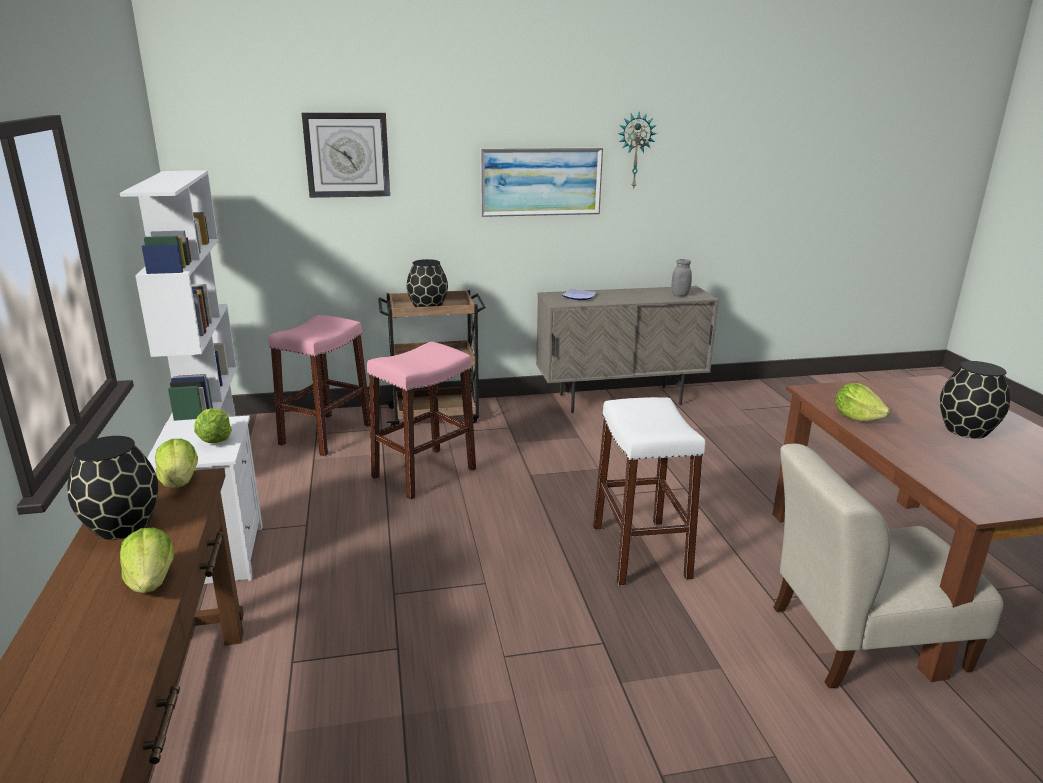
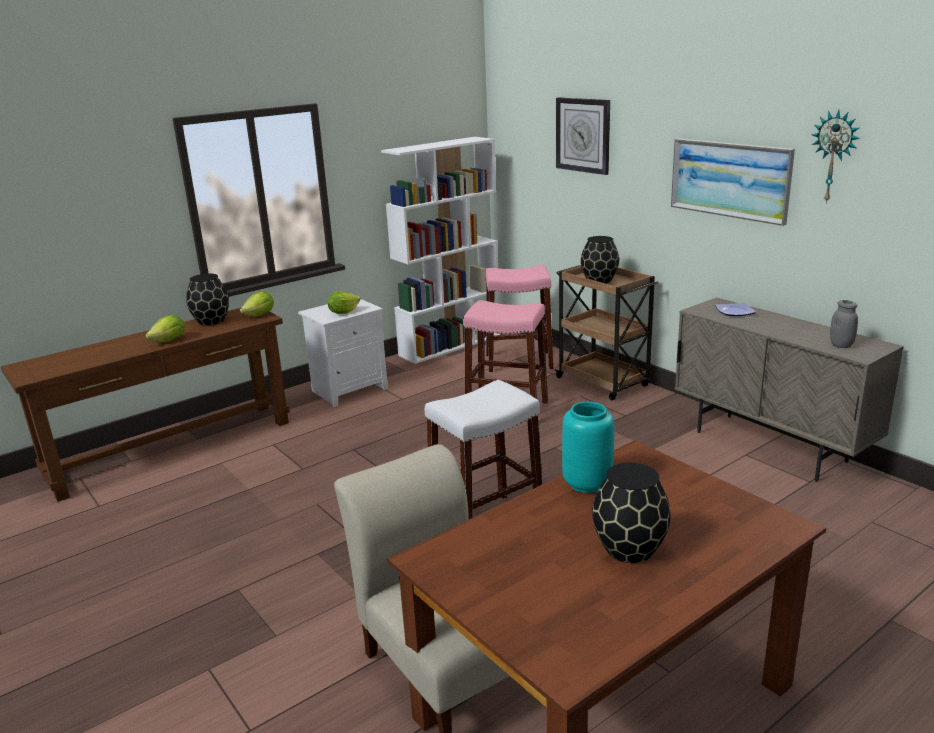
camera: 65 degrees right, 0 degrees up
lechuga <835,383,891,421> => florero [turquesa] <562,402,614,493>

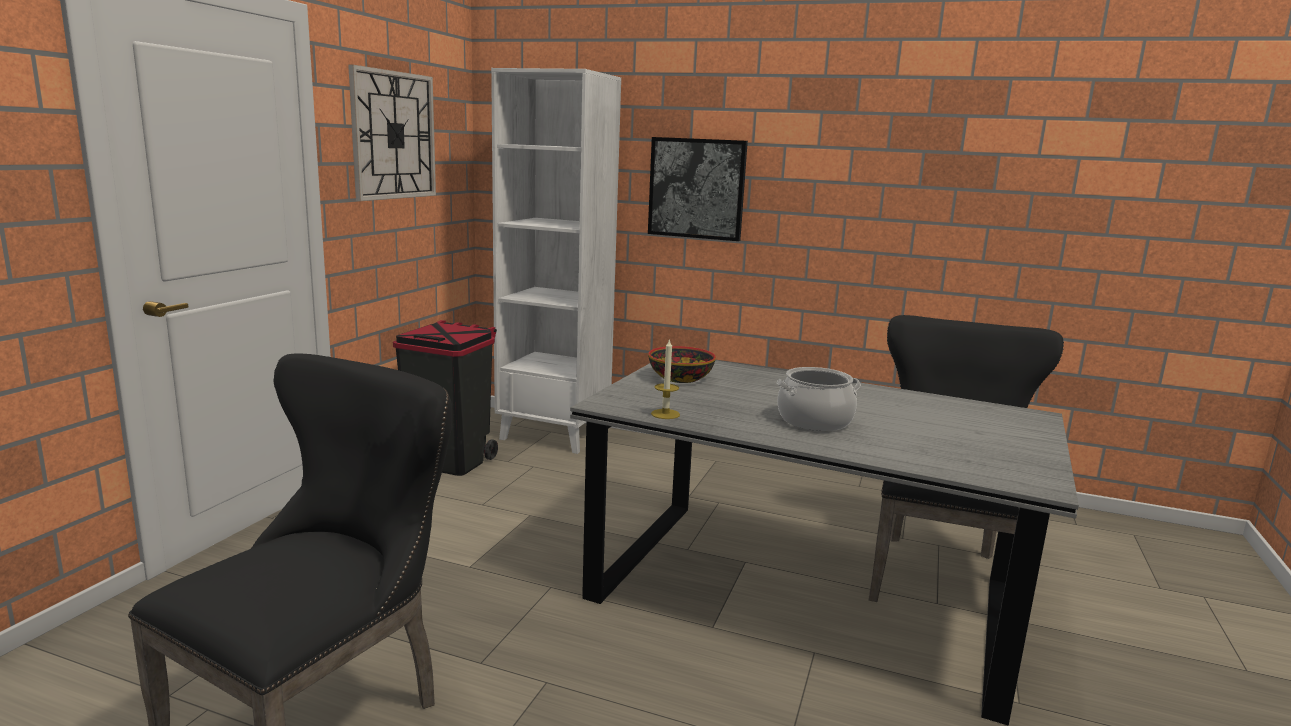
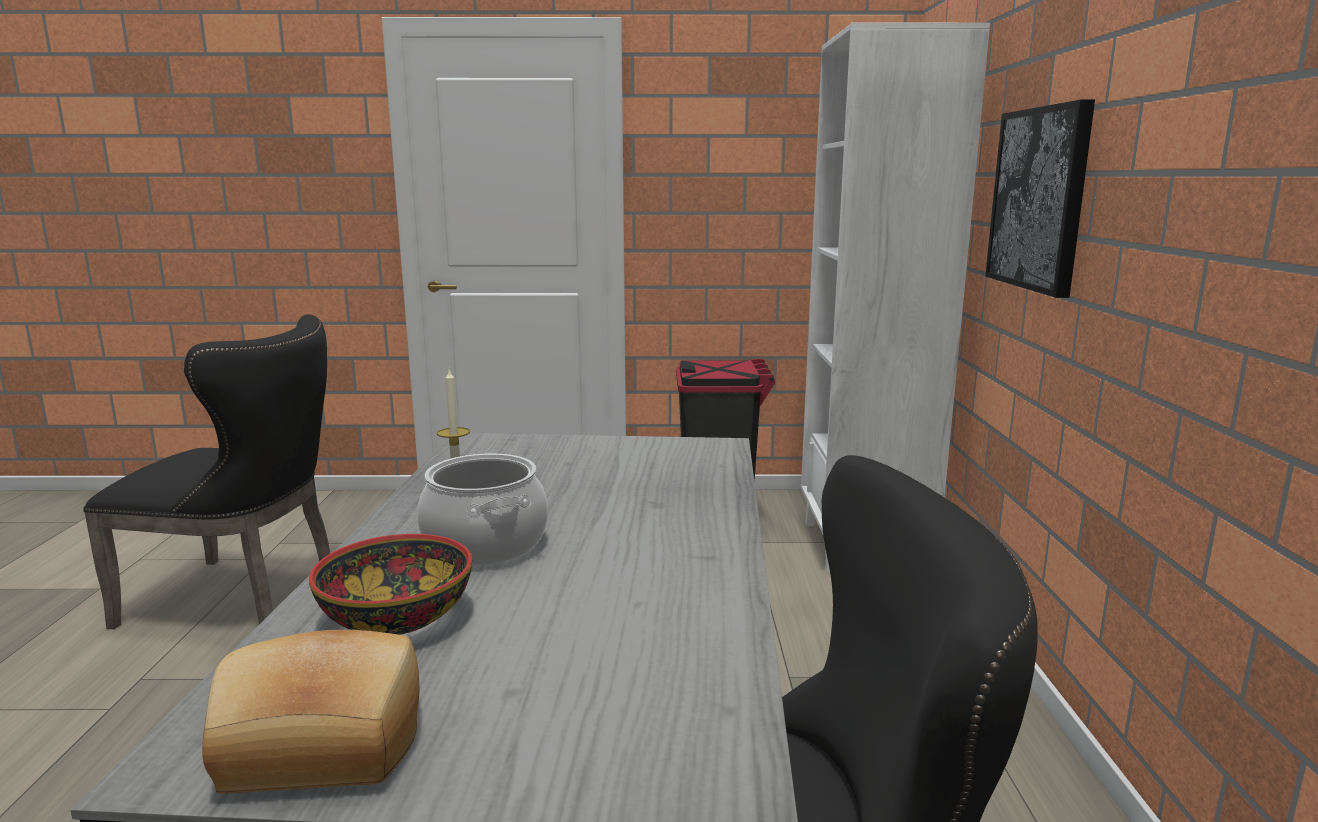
camera: 70 degrees right, 0 degrees up
nothing => pan <202,630,419,794>
cuenco <648,346,716,383> => cuenco <309,534,472,635>, move
reloj de pared <348,64,436,201> => nothing

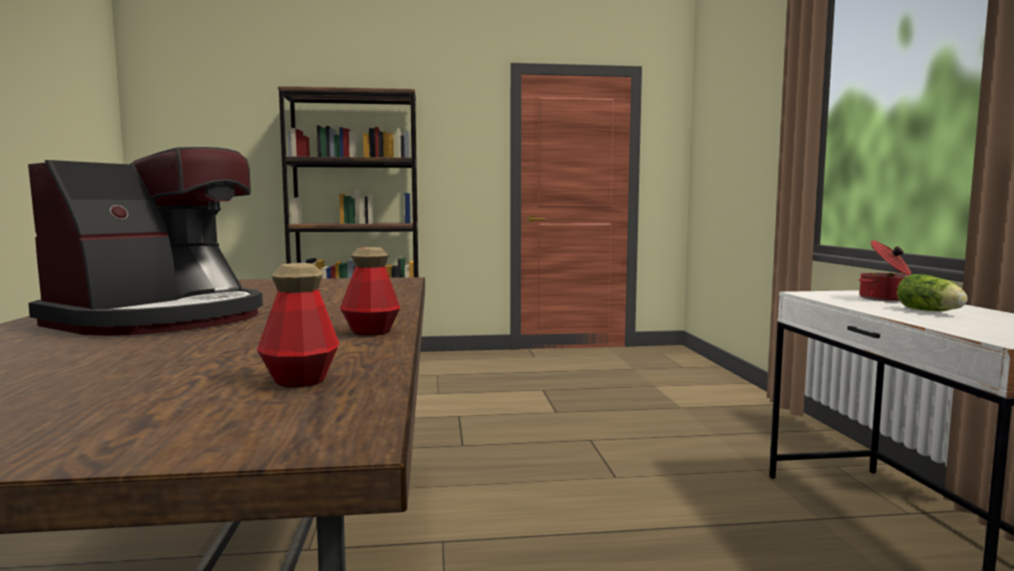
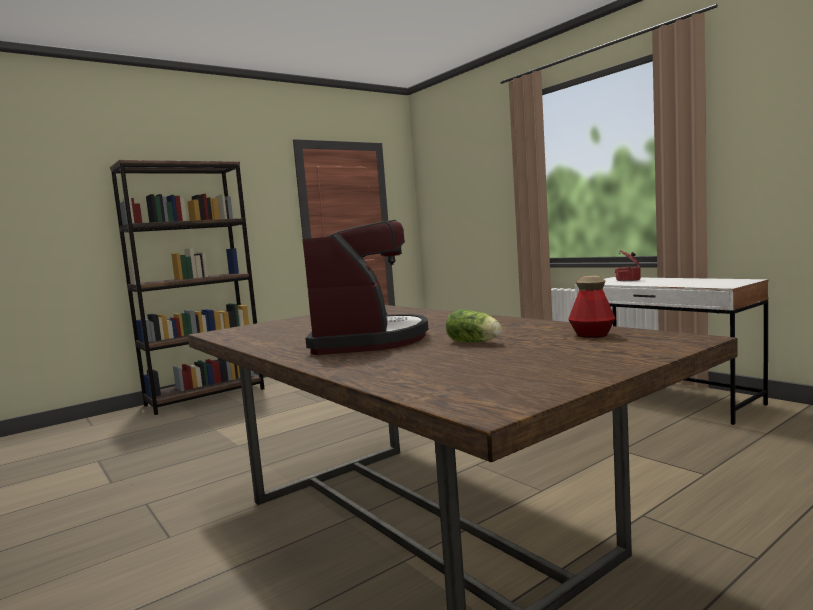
camera: 30 degrees left, 0 degrees up
lechuga <897,274,968,311> => lechuga <446,310,502,342>, move
botella <340,247,400,336> => nothing

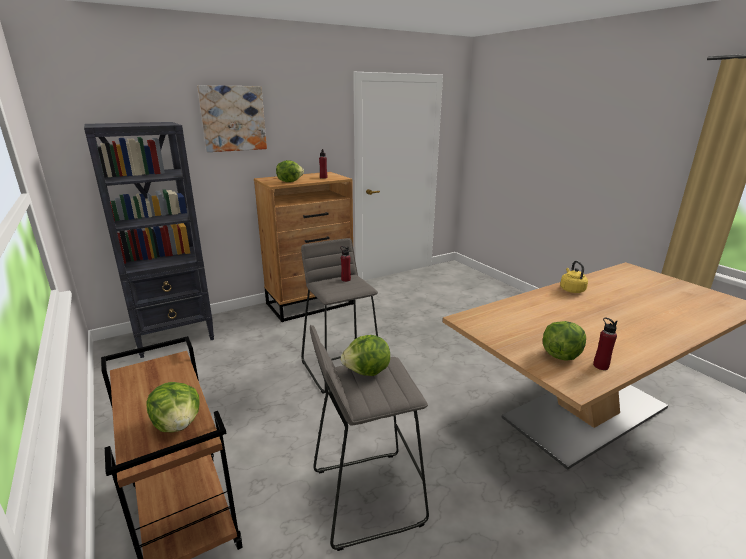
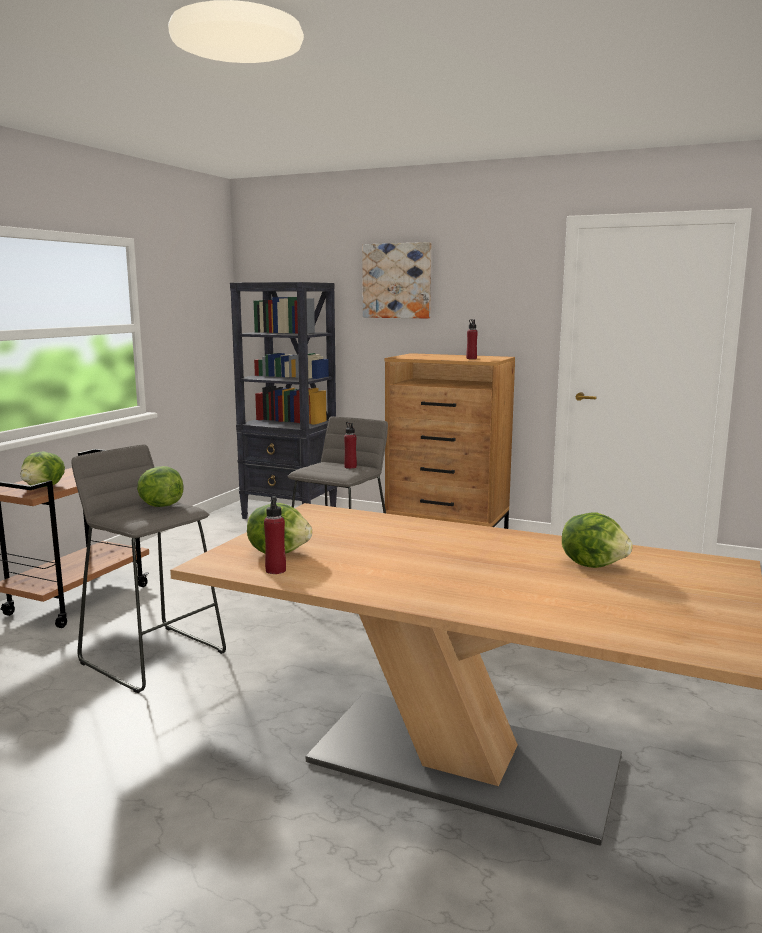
camera: 55 degrees right, 10 degrees down
lechuga <276,160,304,182> => lechuga <562,513,633,568>, move
hervidor [amarillo] <560,261,588,293> => nothing

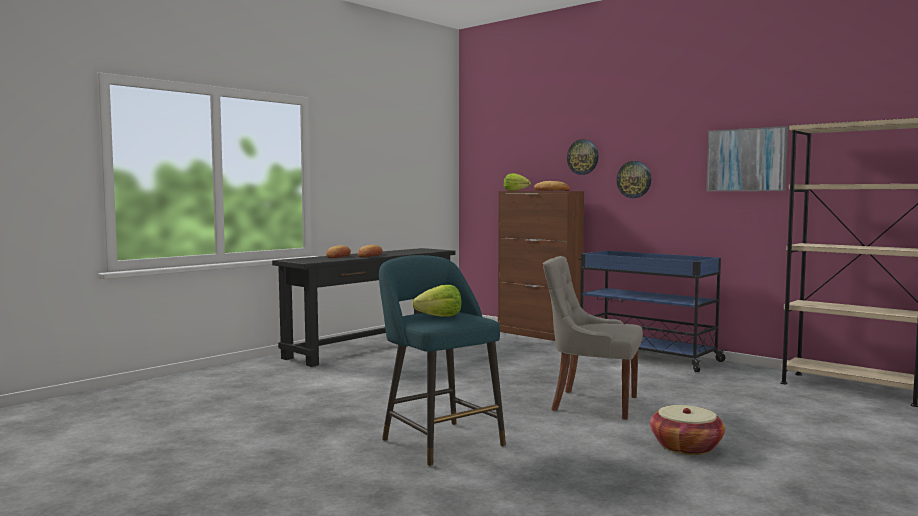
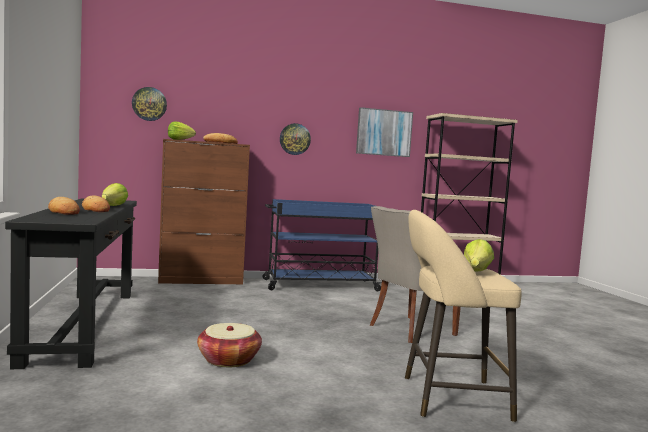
camera: 55 degrees left, 0 degrees up
nothing => lechuga <102,183,128,206>
reloj de pared <567,139,598,175> => reloj de pared <132,87,167,121>, move
cesta <650,405,725,455> => cesta <197,323,262,367>, move
taburete [turquesa] <379,255,506,467> => taburete [beis] <405,210,522,423>

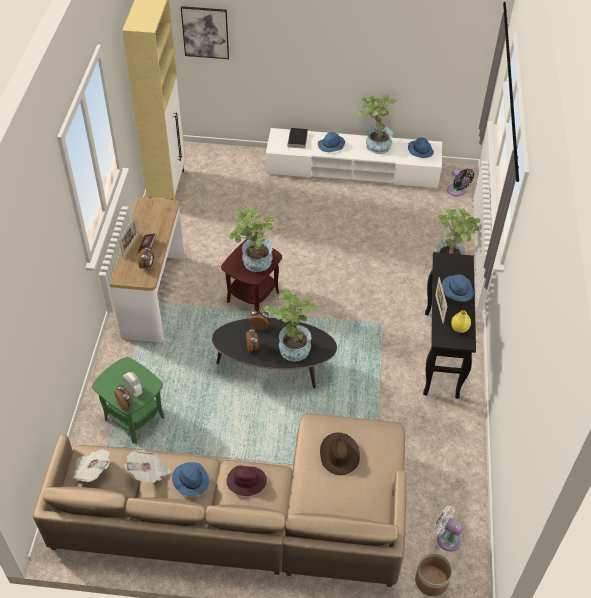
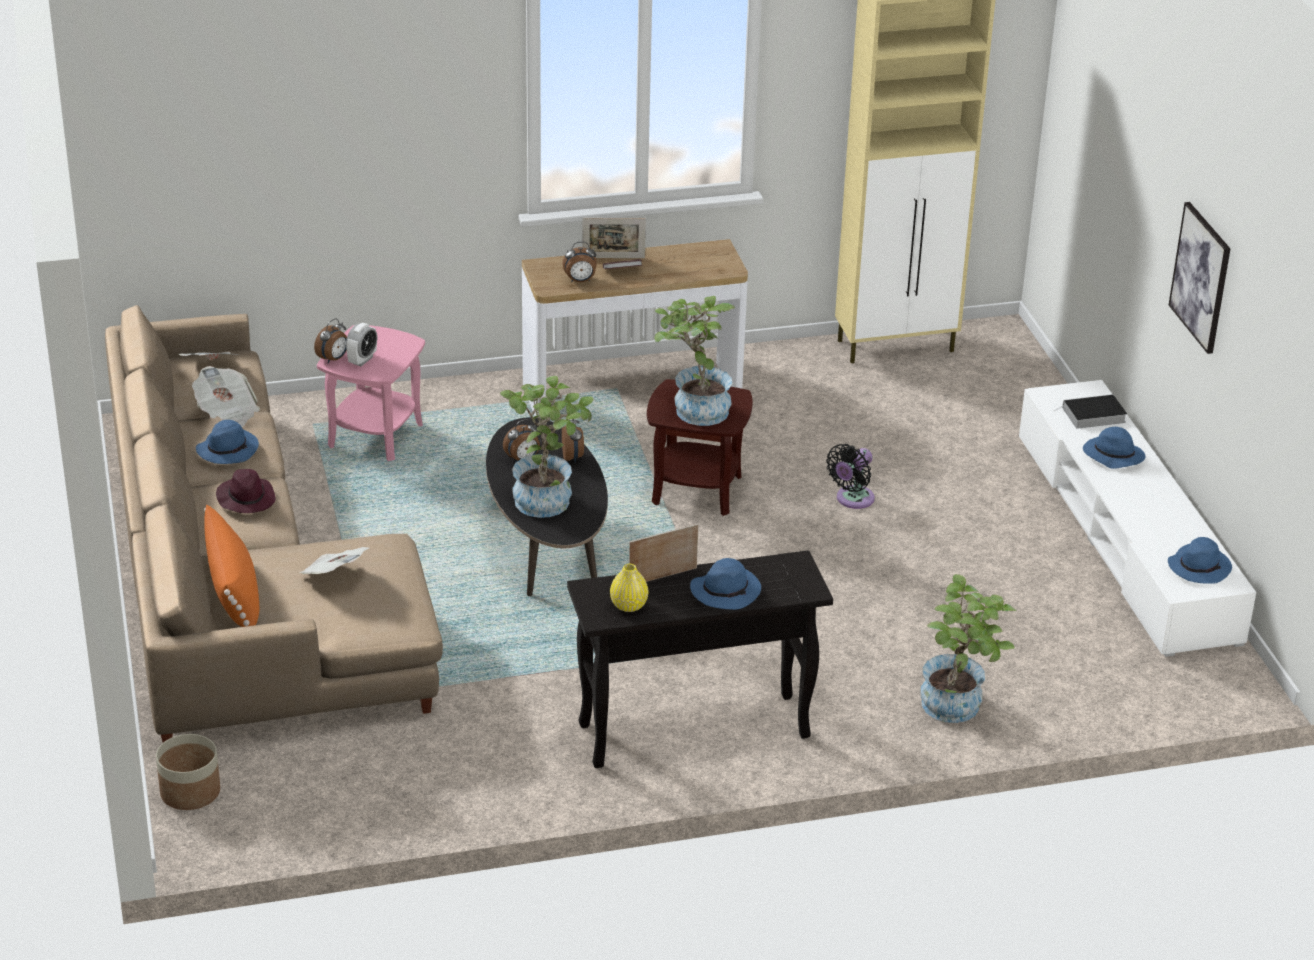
camera: 70 degrees right, 15 degrees down
nothing => cojín [naranja] <204,505,259,627>
sombrero [marrón] <320,432,360,475> => periódico <299,547,369,574>
mesa auxiliar [verde] <92,357,164,443> => mesa auxiliar [rosa] <317,325,425,461>
ventilador [negro] <447,168,474,196> => ventilador [negro] <826,444,875,509>, move
cuadro <181,6,229,59> => cuadro <1169,202,1231,354>, move
planta en maceta <357,95,397,154> => nothing
ventilador [blanco] <433,506,463,551> => nothing

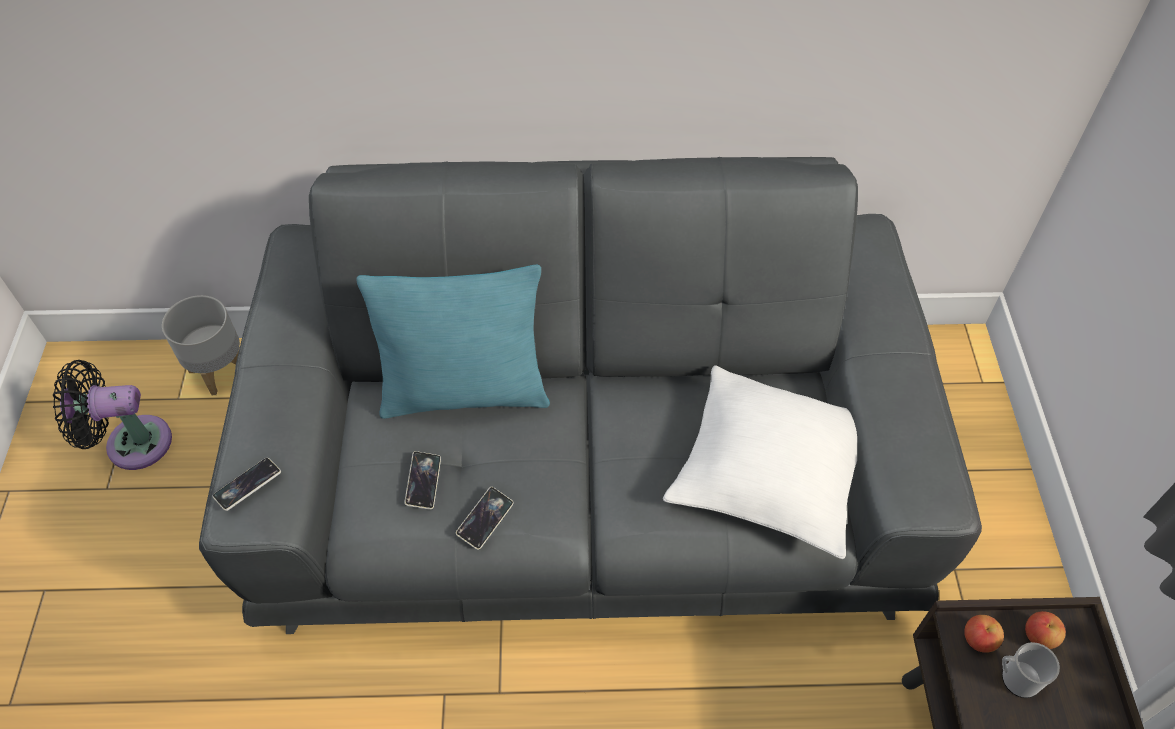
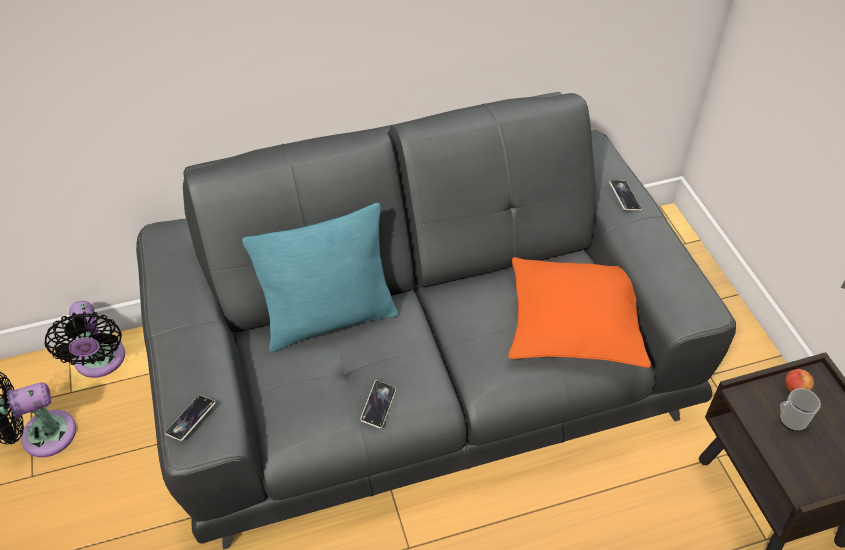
camera: 15 degrees left, 5 degrees down
maceta [gris] <162,295,240,395> => ventilador [negro] <45,301,125,378>
cojín [blanco] <663,365,857,559> => cojín [naranja] <508,257,651,368>
móvil <404,451,441,510> => móvil <609,180,642,211>, move
manzana <964,615,1004,653> => nothing

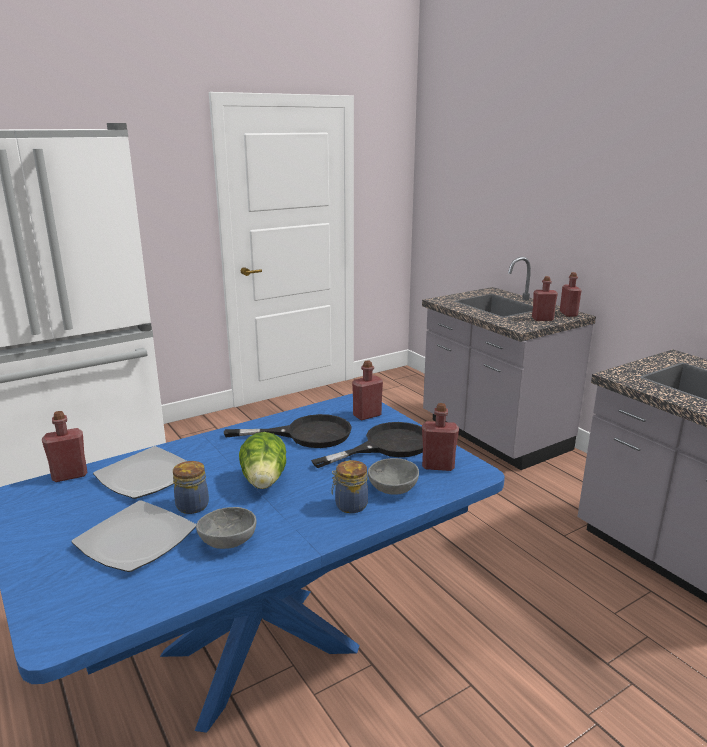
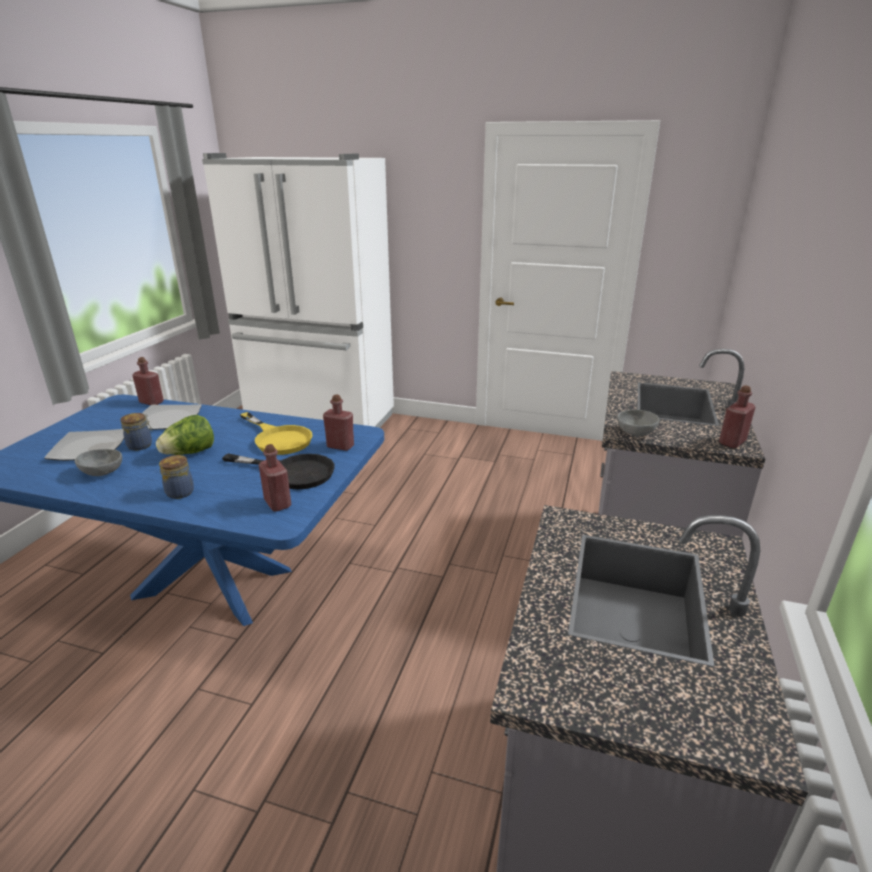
camera: 50 degrees right, 5 degrees up
sartén [negro] <224,414,352,448> => sartén [amarillo] <240,412,313,455>
cuenco [gris] <368,458,419,495> => cuenco [gris] <617,410,659,436>, move
botella [rojo] <532,276,558,321> => nothing

